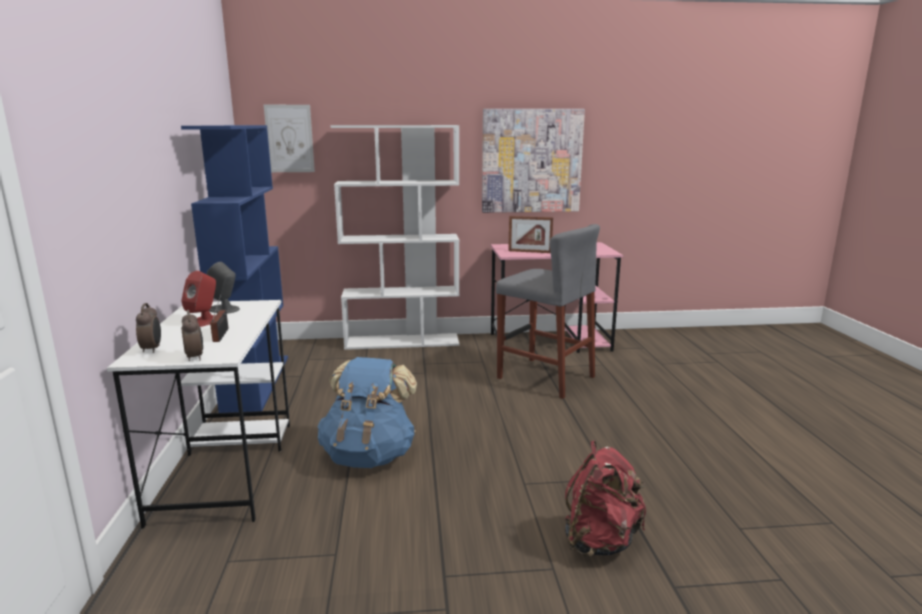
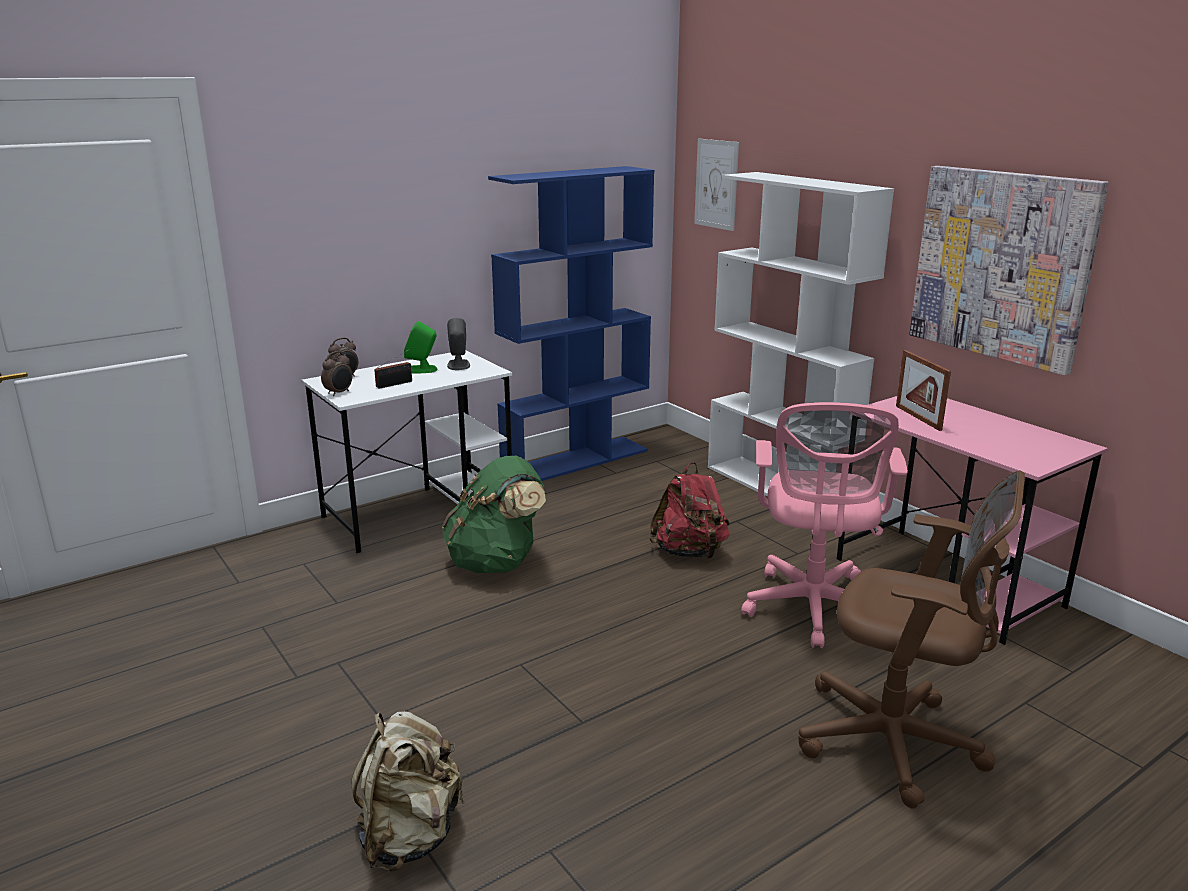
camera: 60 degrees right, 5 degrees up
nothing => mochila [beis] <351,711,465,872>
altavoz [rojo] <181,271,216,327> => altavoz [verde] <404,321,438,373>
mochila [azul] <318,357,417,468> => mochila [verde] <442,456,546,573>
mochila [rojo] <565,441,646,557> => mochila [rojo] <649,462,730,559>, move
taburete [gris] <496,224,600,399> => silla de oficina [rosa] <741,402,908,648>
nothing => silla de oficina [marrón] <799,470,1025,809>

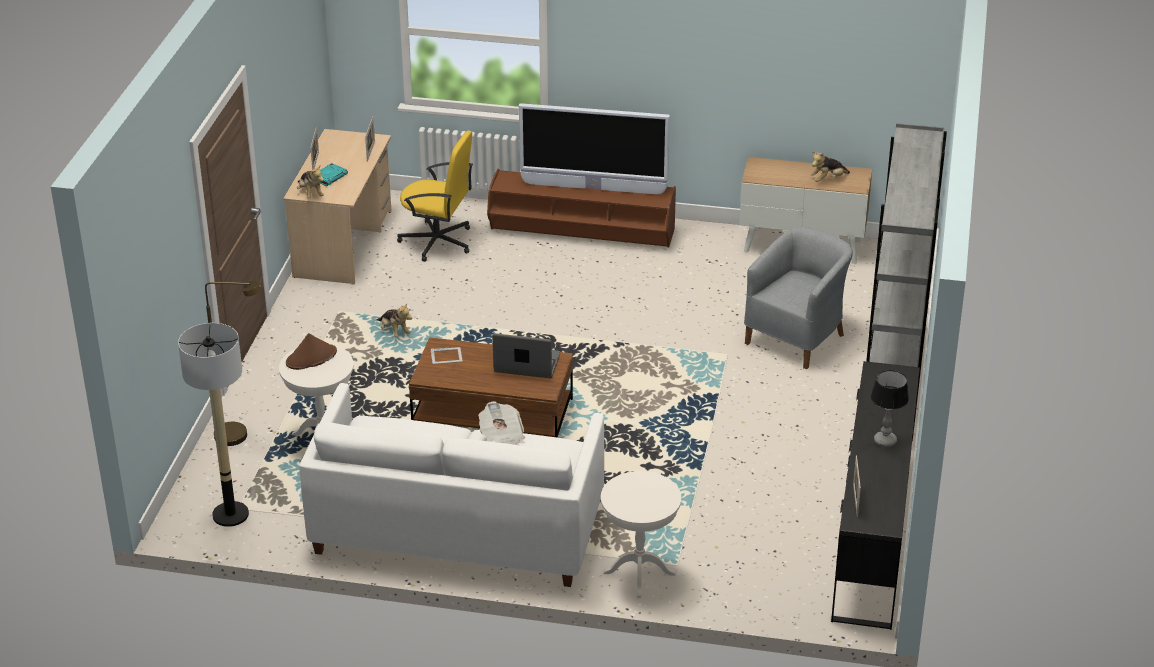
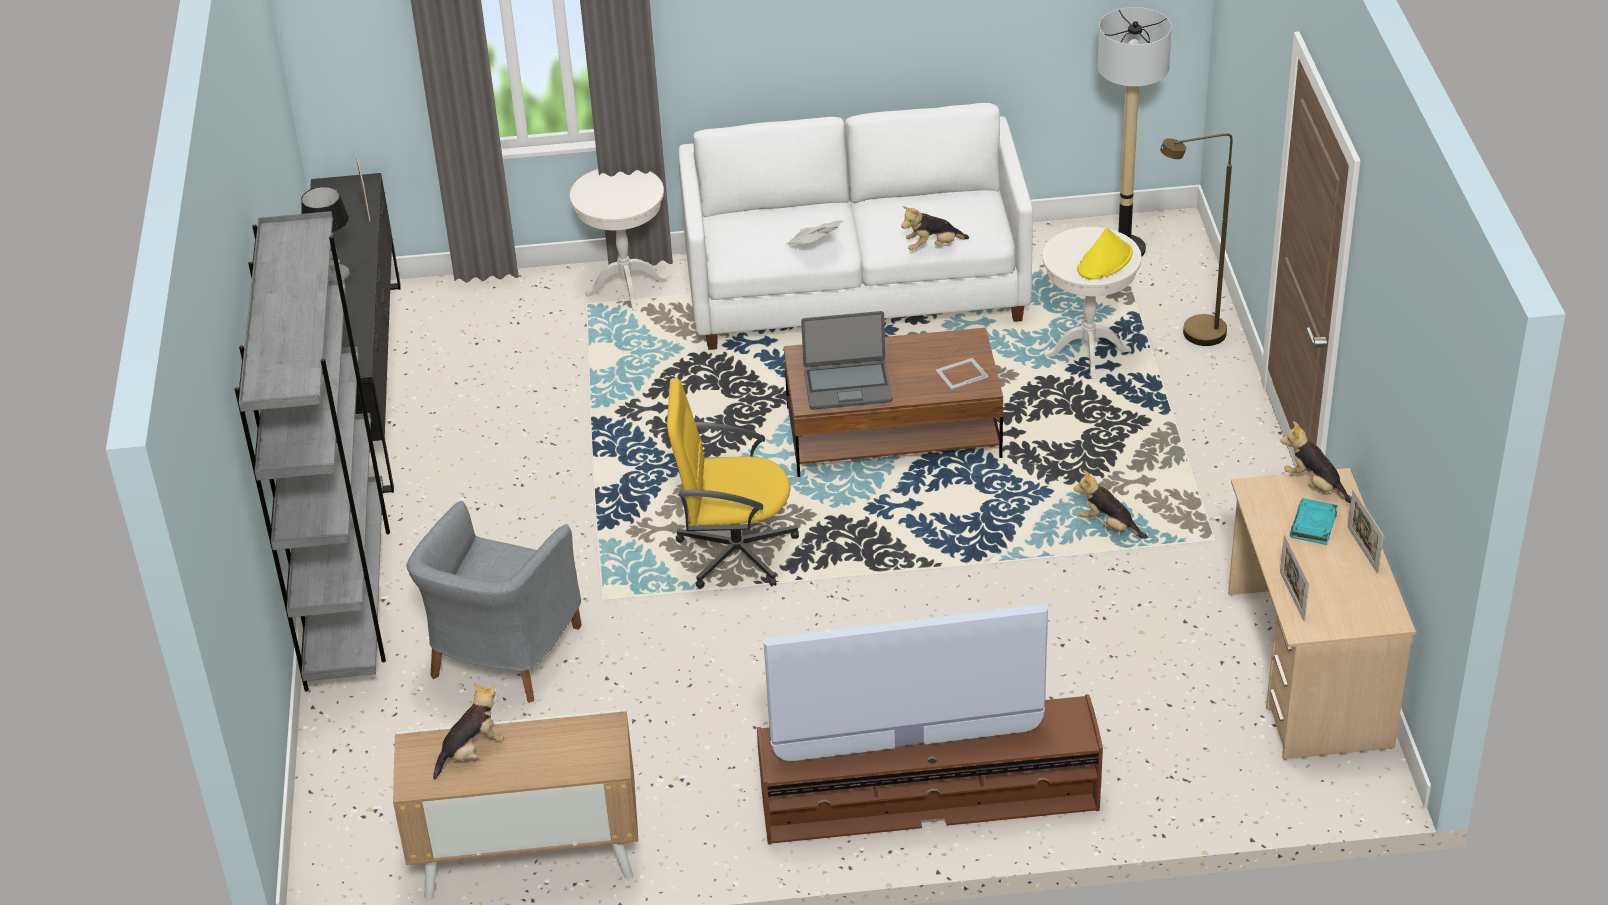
camera: 165 degrees right, 5 degrees up
silla de oficina [amarillo] <397,131,473,262> => silla de oficina [amarillo] <667,378,799,589>, move
nothing => peluche <901,206,969,250>
sombrero [marrón] <286,333,337,370> => sombrero [amarillo] <1077,227,1133,280>

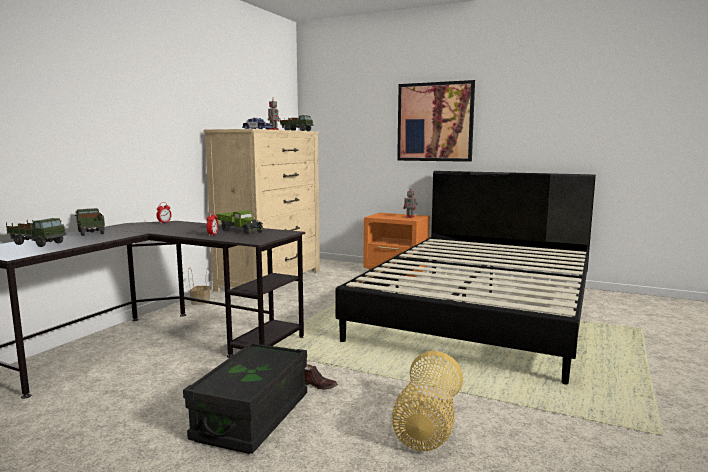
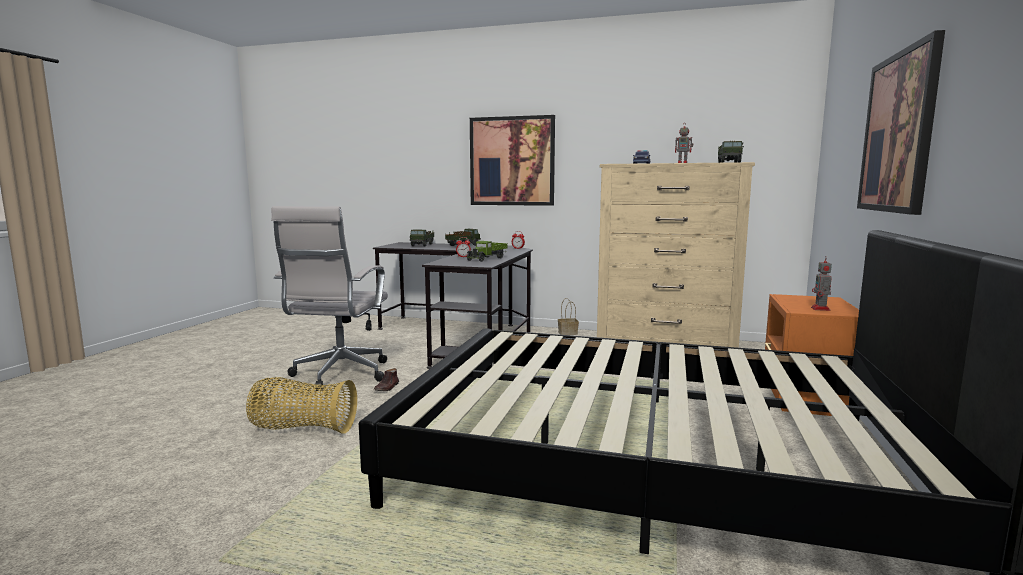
camera: 80 degrees right, 0 degrees up
caja de almacenaje [negro] <183,342,307,454> => silla de oficina [blanco] <271,206,388,391>
nothing => cuadro <470,115,555,206>

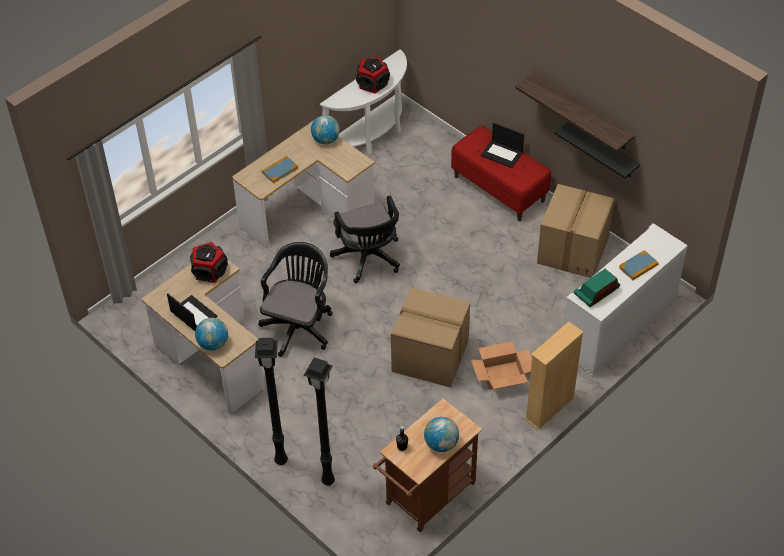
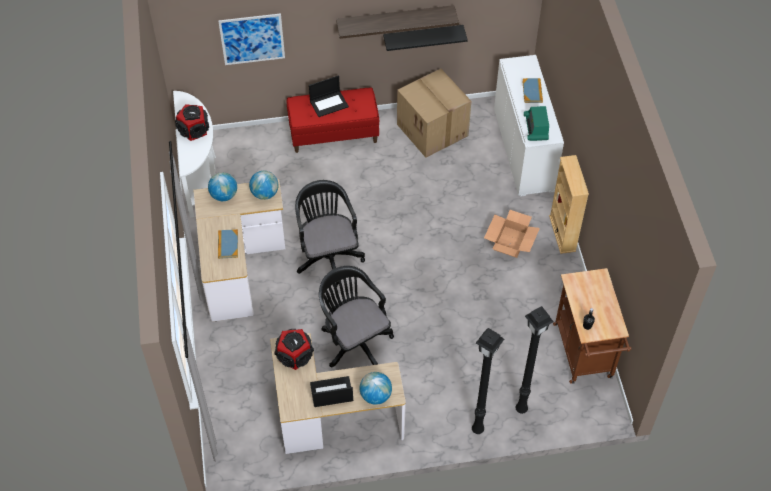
camera: 55 degrees left, 5 degrees up
nothing => cuadro <218,13,285,65>
globo terráqueo <424,417,459,452> => globo terráqueo <249,171,278,200>, move
silla de oficina [negro] <330,196,400,283> => silla de oficina [negro] <295,180,365,287>, 120 degrees counterclockwise
caja de cartón <391,288,470,388> => nothing

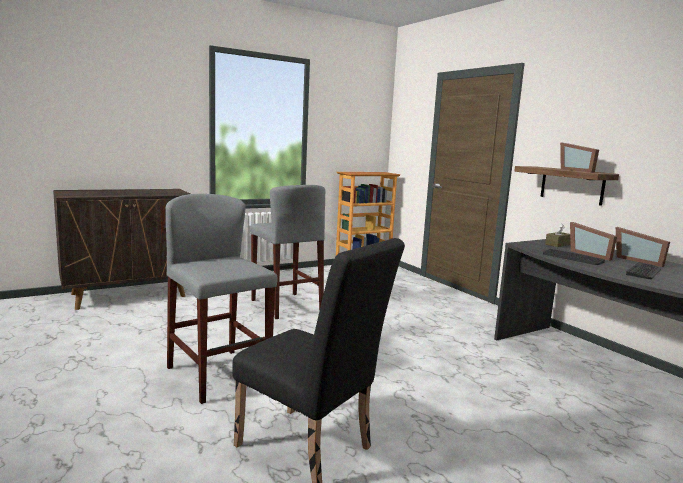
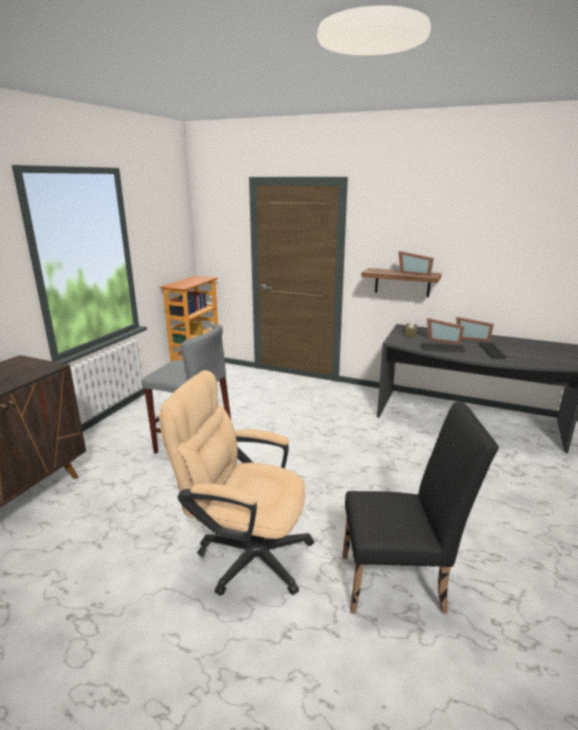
camera: 35 degrees left, 10 degrees up
taburete [gris] <166,194,278,404> => silla de oficina [beis] <159,370,314,596>

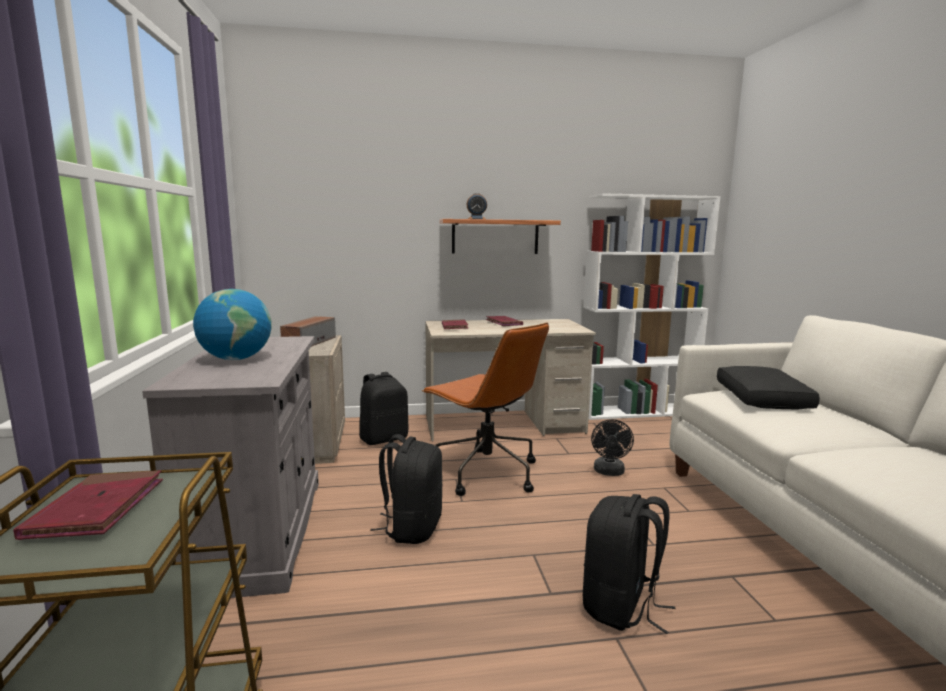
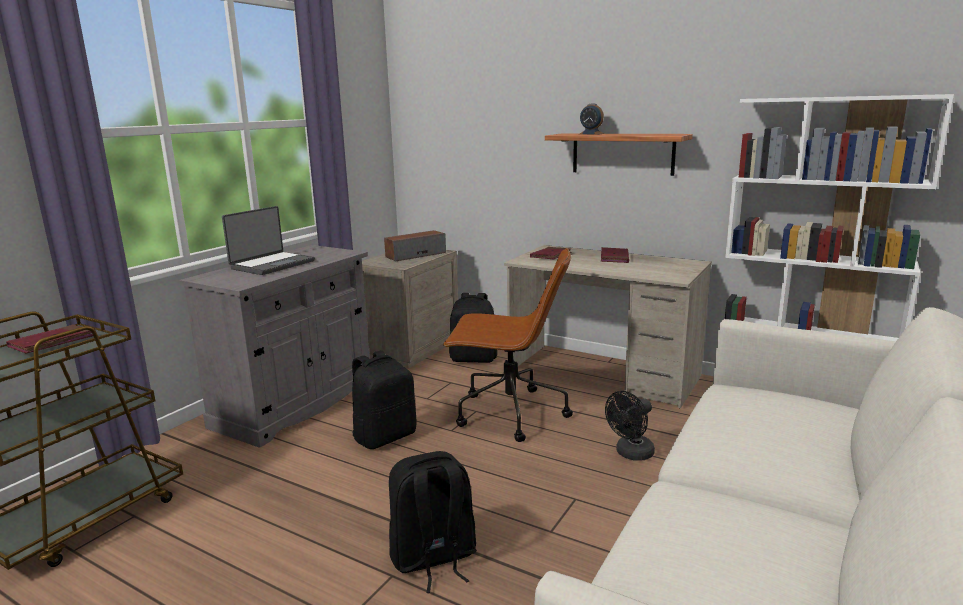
camera: 40 degrees right, 5 degrees up
globo terráqueo <193,289,272,360> => portátil <222,206,315,275>
silla de oficina [marrón] <422,322,549,496> => silla de oficina [marrón] <443,248,573,442>, 75 degrees counterclockwise
cojín [negro] <717,366,820,409> => nothing

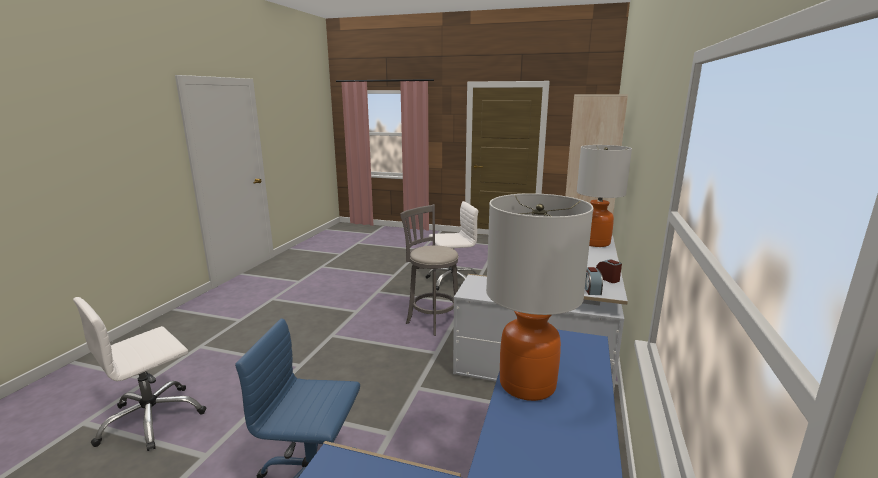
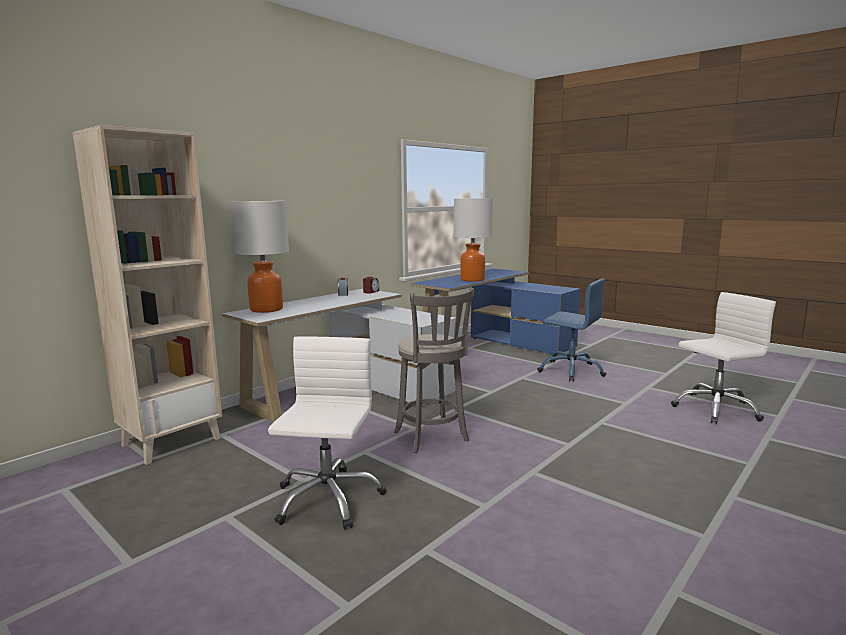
camera: 155 degrees left, 5 degrees down
silla de oficina [blanco] <425,201,479,291> => silla de oficina [blanco] <268,337,386,530>, 90 degrees clockwise

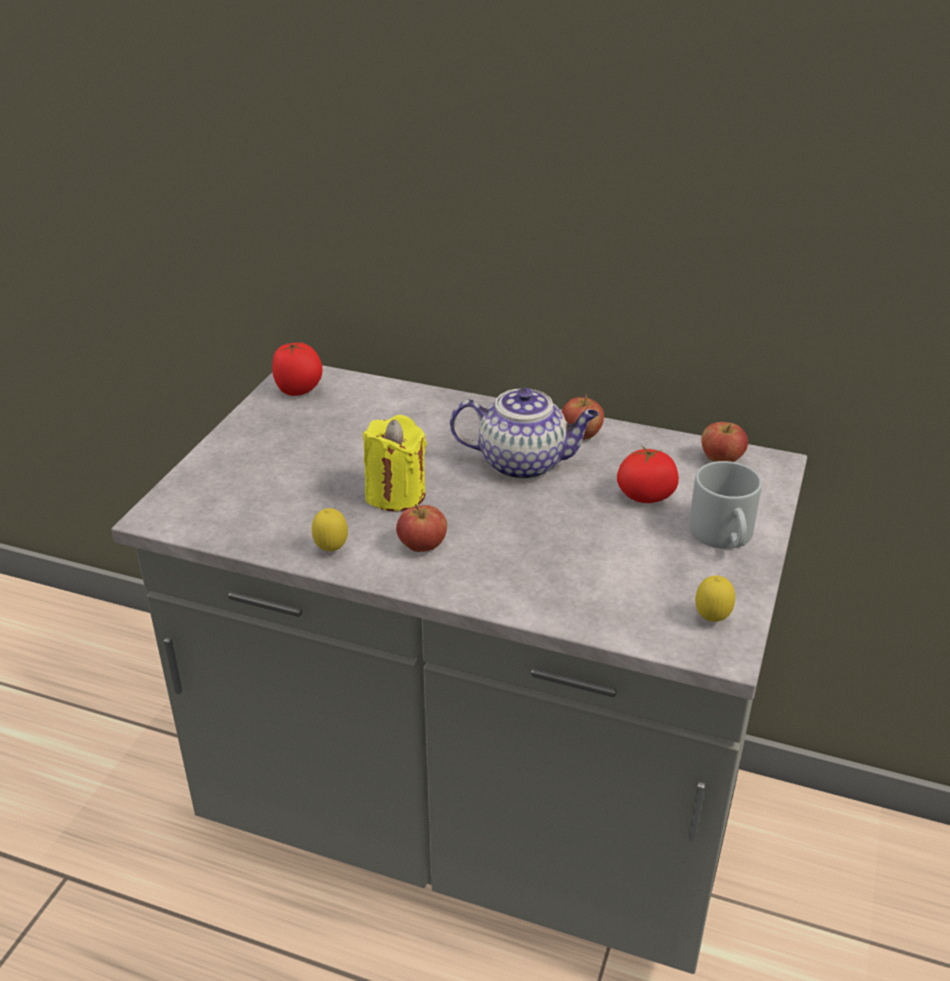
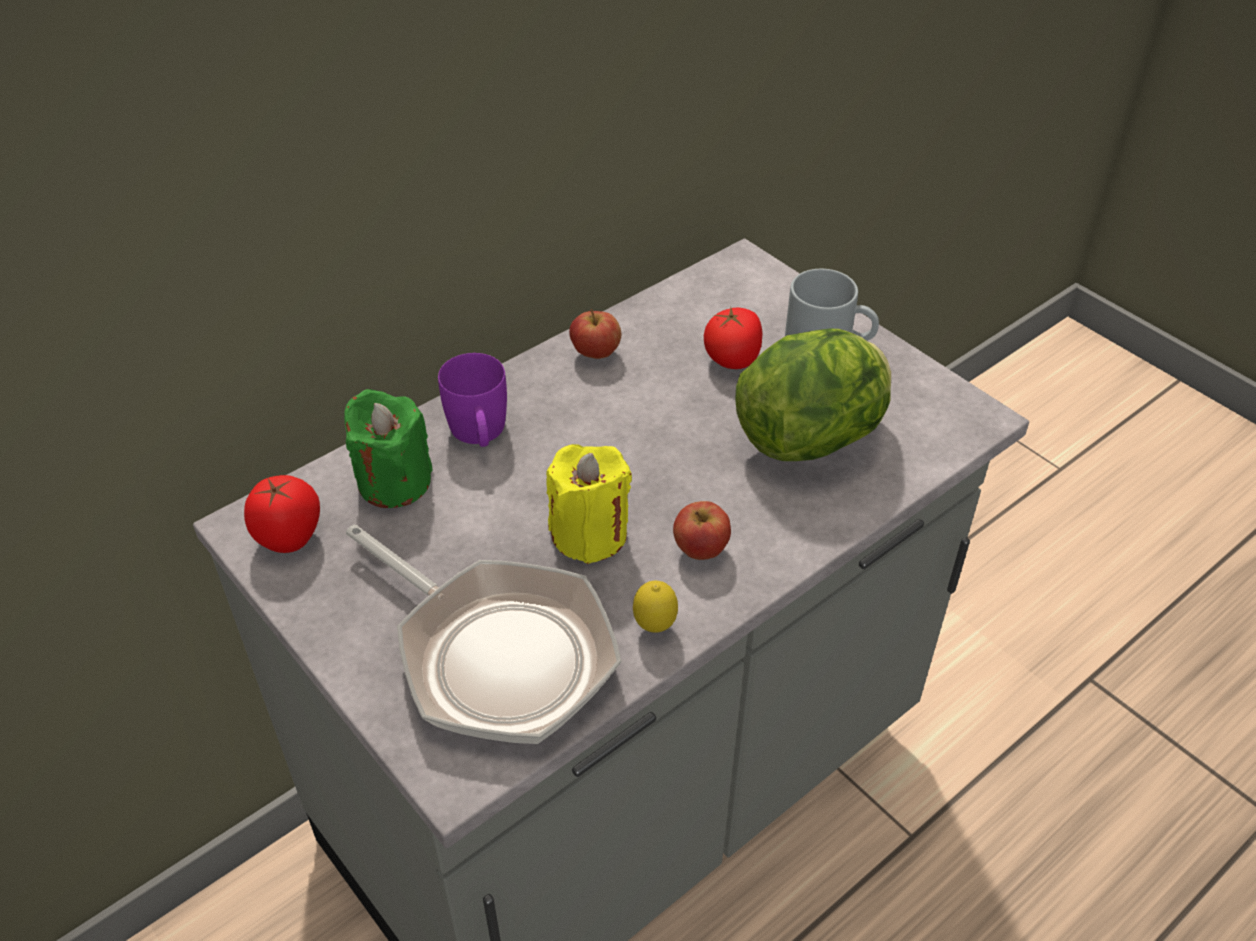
camera: 60 degrees left, 10 degrees up
nothing => vela [verde] <344,389,433,508>
nothing => sartén <346,525,622,744>
nothing => taza grande [morado] <438,353,507,447>
nothing => lechuga <735,329,891,461>
tetera <450,388,599,480> => nothing
limón <695,575,735,622> => nothing
manzana <701,422,748,462> => nothing

